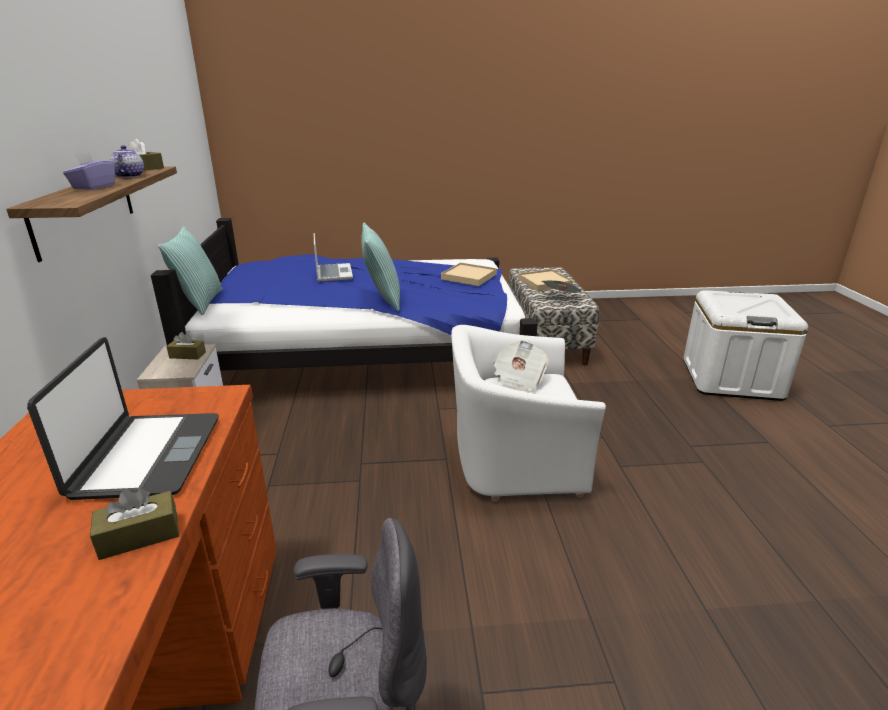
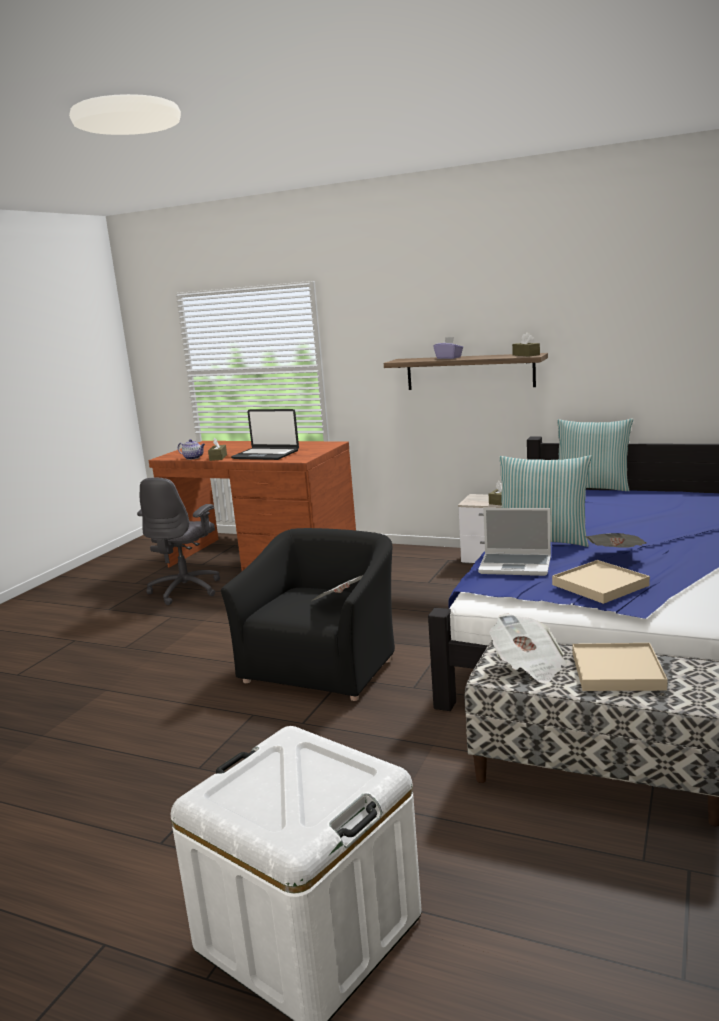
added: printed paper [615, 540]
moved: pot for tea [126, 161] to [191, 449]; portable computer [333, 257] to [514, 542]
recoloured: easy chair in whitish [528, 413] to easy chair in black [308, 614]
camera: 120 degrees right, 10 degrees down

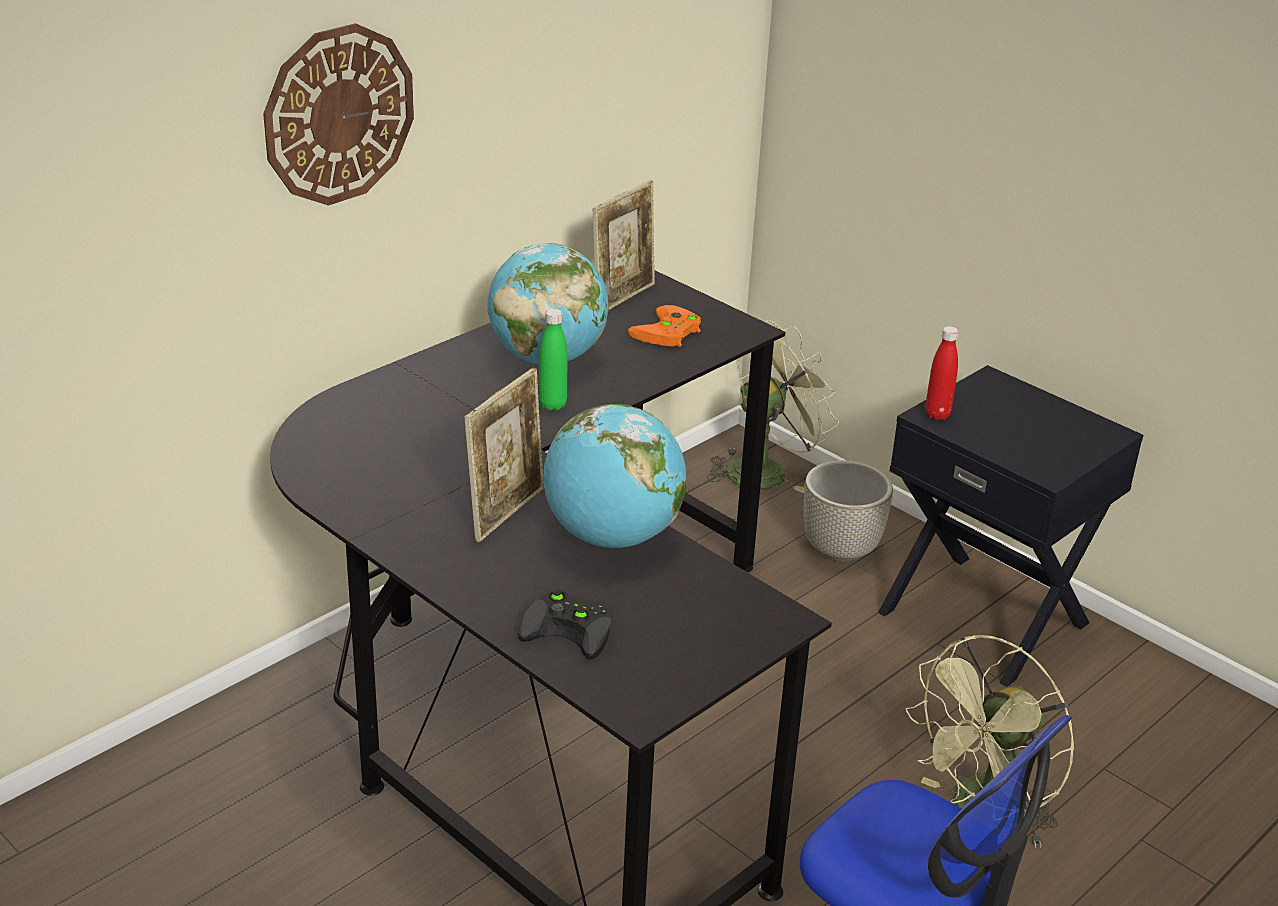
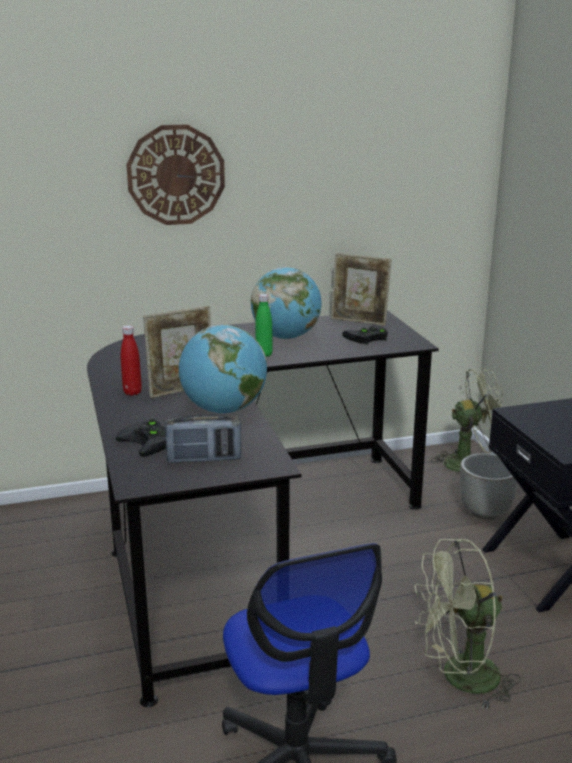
added: radio receiver [203, 438]
moved: drink bottle in red-coloured [942, 373] to [131, 360]
recoloured: joypad in orangey [664, 326] to joypad in black [365, 334]
turned: photo frame [624, 245] = [361, 289] 45 degrees clockwise
camera: 30 degrees right, 10 degrees down

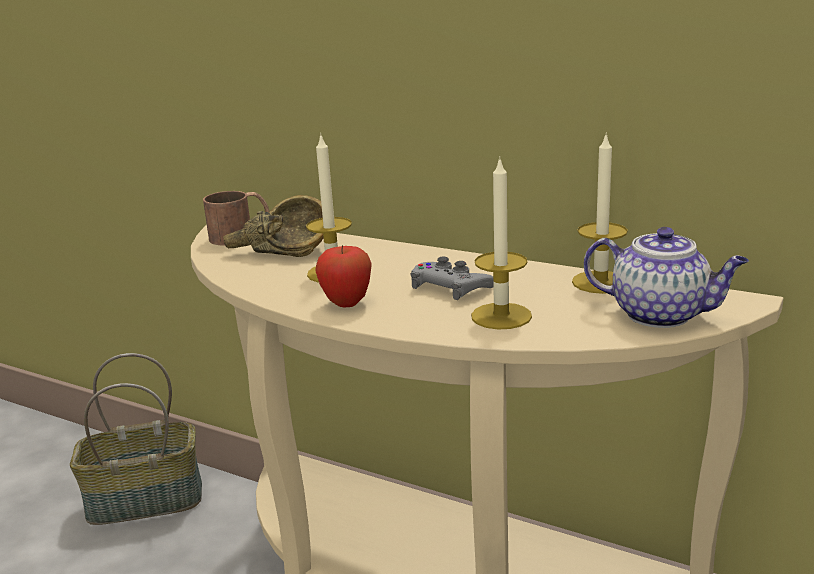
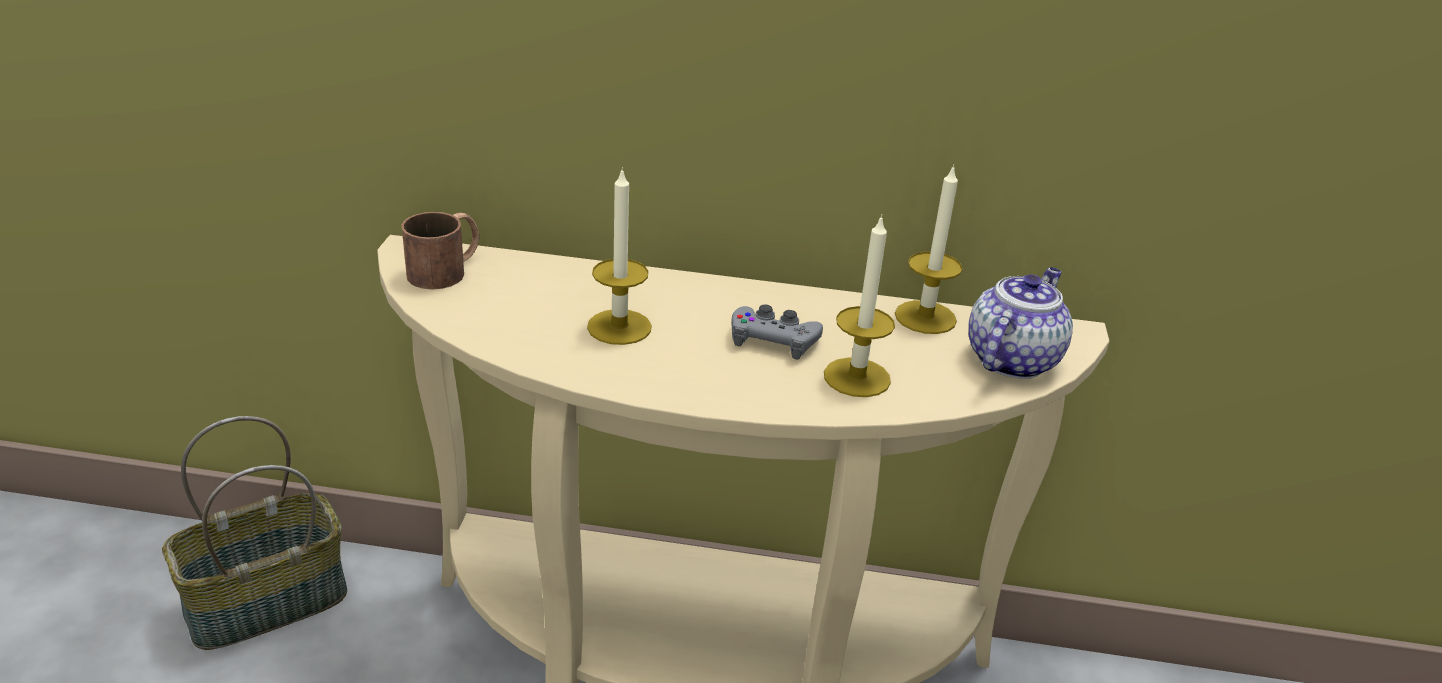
removed: serving bowl in brown-coloured [273, 226]; apple [343, 276]
turned: pot for tea [666, 277] = [1020, 323] 60 degrees counterclockwise
camera: 25 degrees left, 10 degrees up

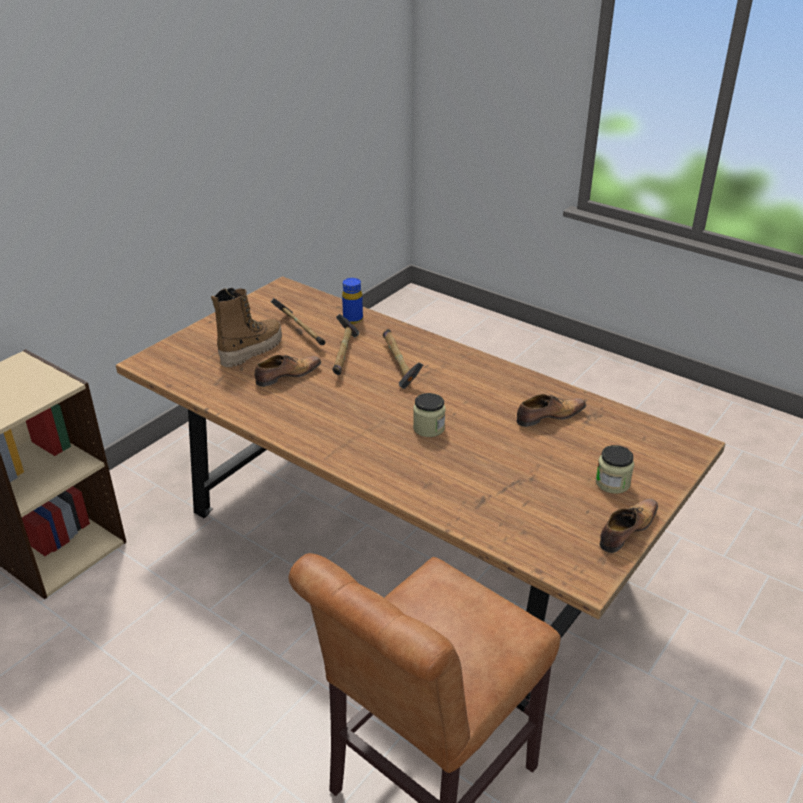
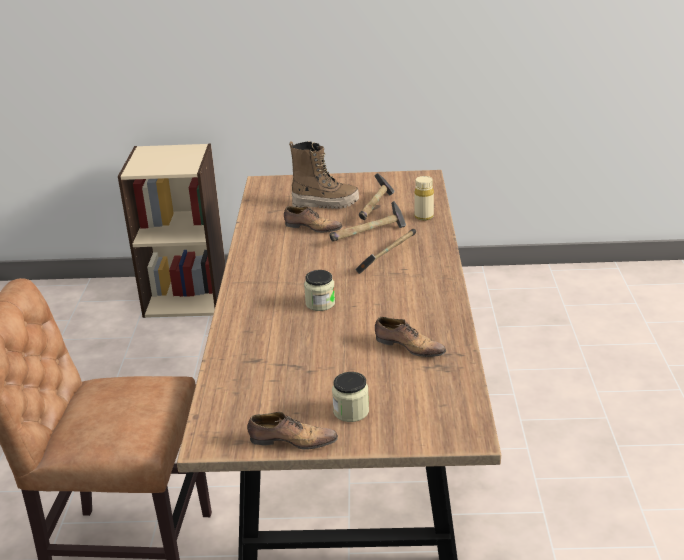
recoloured: drink bottle in blue-coloured [352, 301] to drink bottle in sand-coloured [424, 198]
camera: 55 degrees right, 5 degrees down

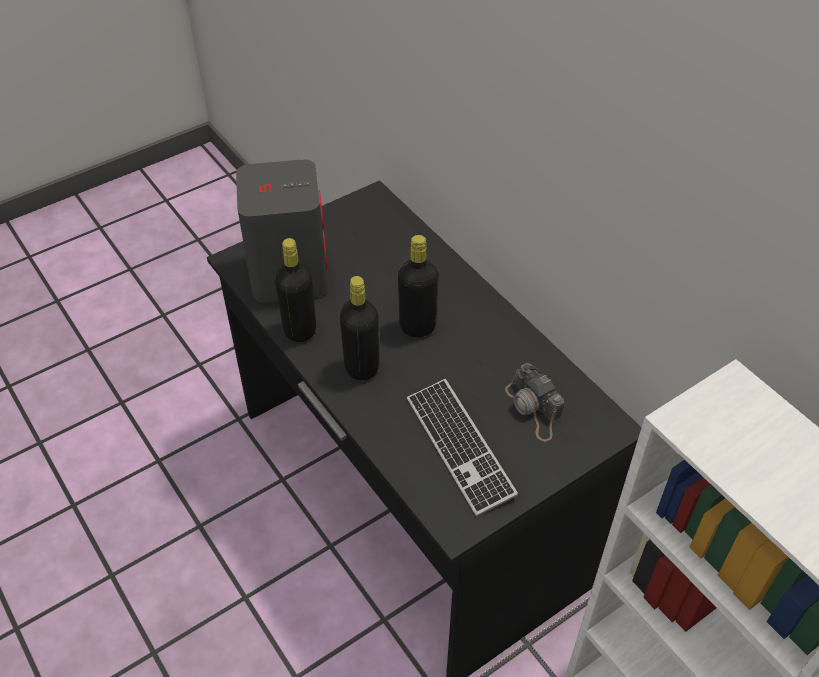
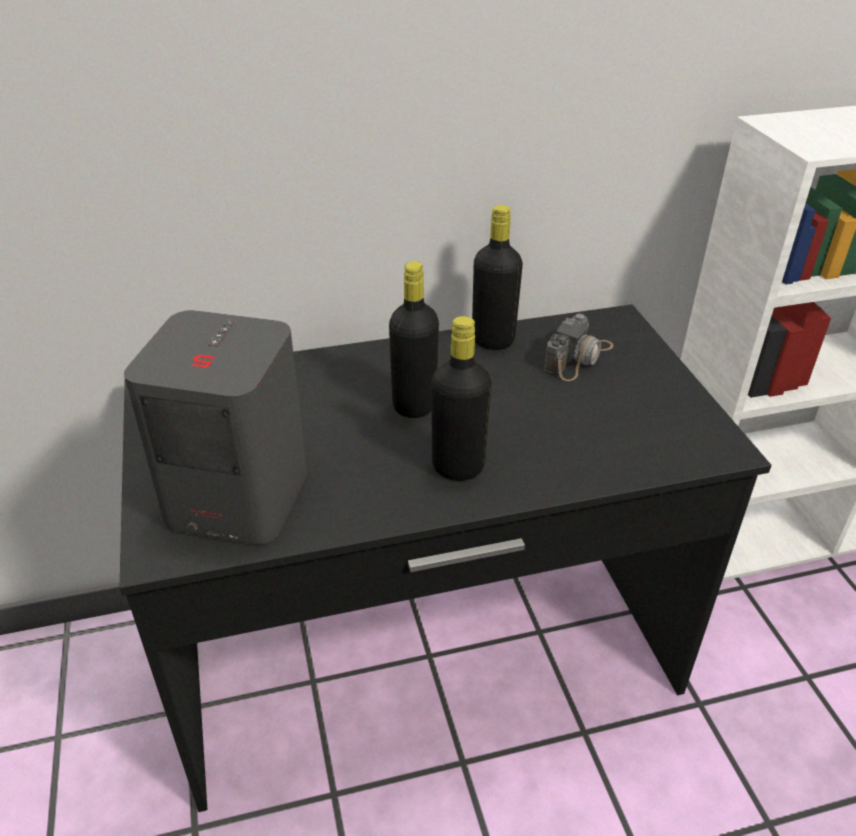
removed: computer keyboard [462, 447]
moved: drink bottle in black [295, 290] to [497, 277]
turned: still camera [534, 402] = [578, 347] 45 degrees counterclockwise
camera: 70 degrees left, 10 degrees down

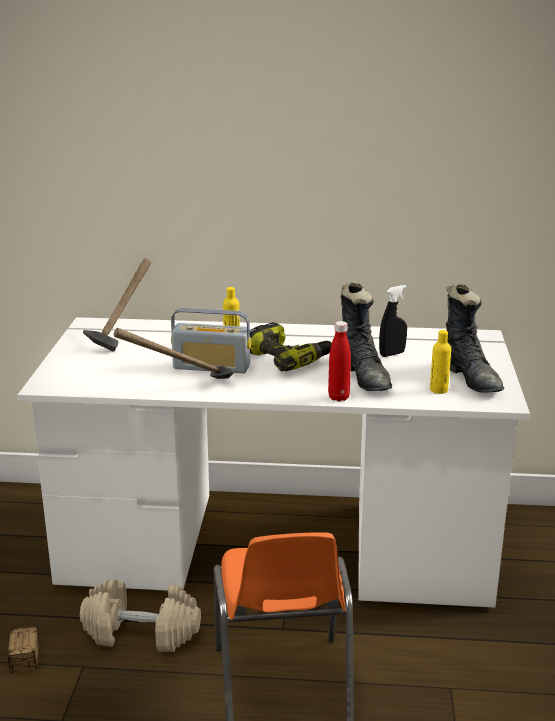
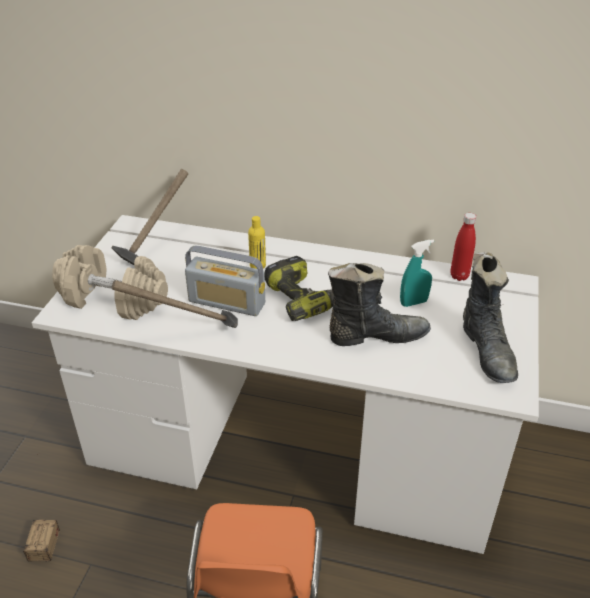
removed: drink bottle in yellow-coloured [440, 362]
moved: free weight in sand-coloured [140, 615] to [110, 282]; drink bottle in red-coloured [339, 361] to [463, 247]
recoloured: spray bottle in black [393, 321] to spray bottle in turquoise [417, 273]
turned: tall boot in black [366, 336] = [379, 304] 90 degrees counterclockwise
camera: 10 degrees right, 15 degrees up

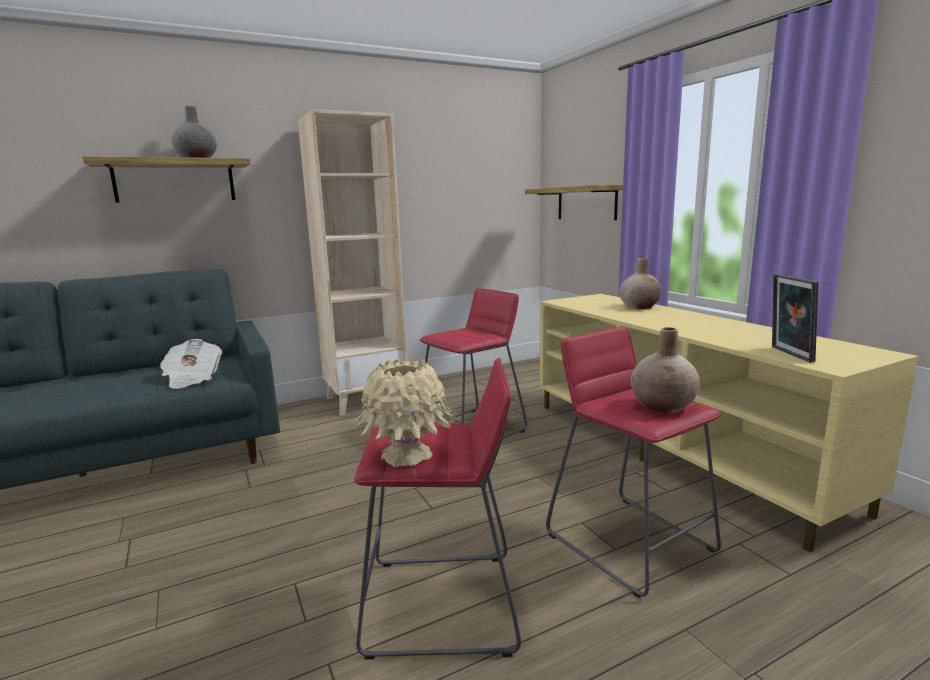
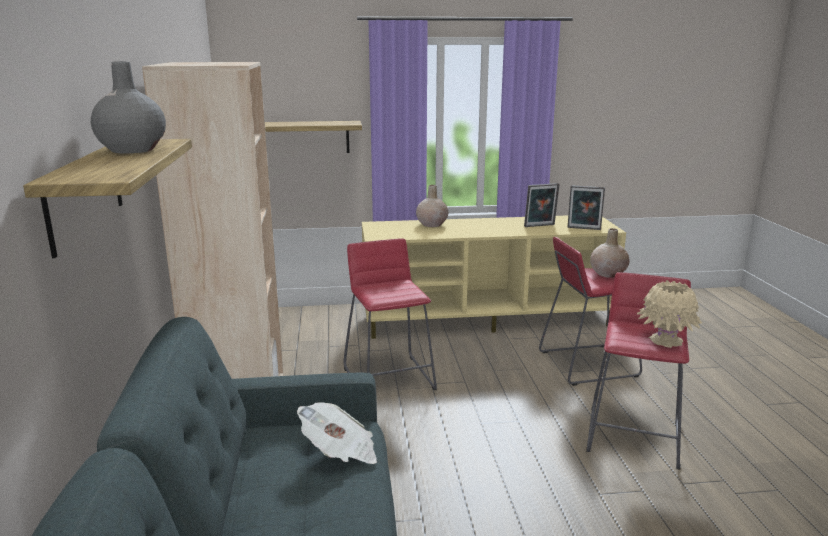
added: photo frame [542, 205]
camera: 70 degrees left, 5 degrees up

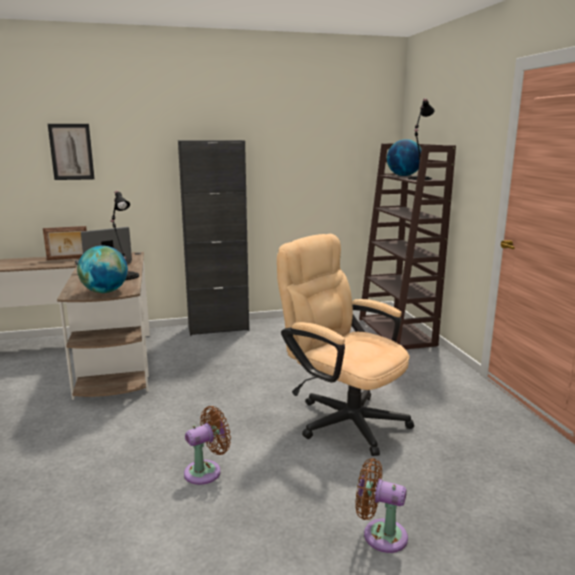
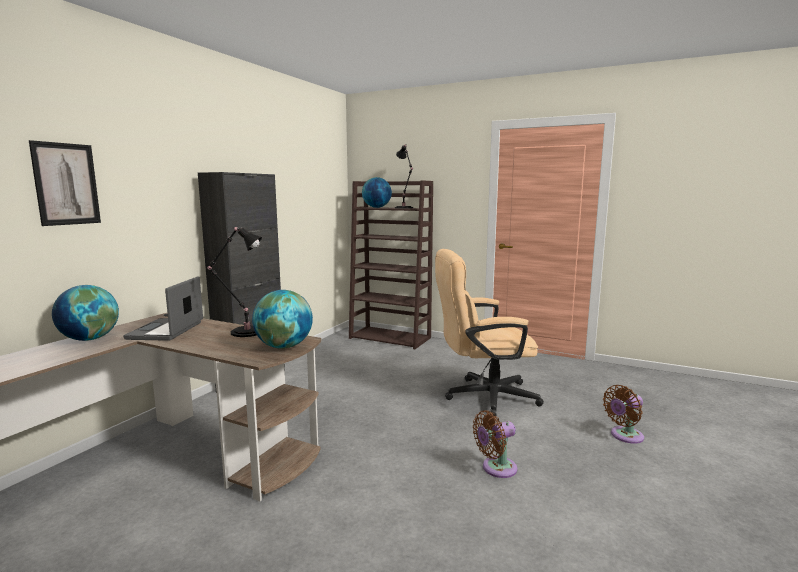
replaced: photo frame [65, 243] to desk globe [85, 313]
turned: cooling fan in brown-coloured [207, 445] = [495, 444] 120 degrees counterclockwise
camera: 50 degrees left, 5 degrees down

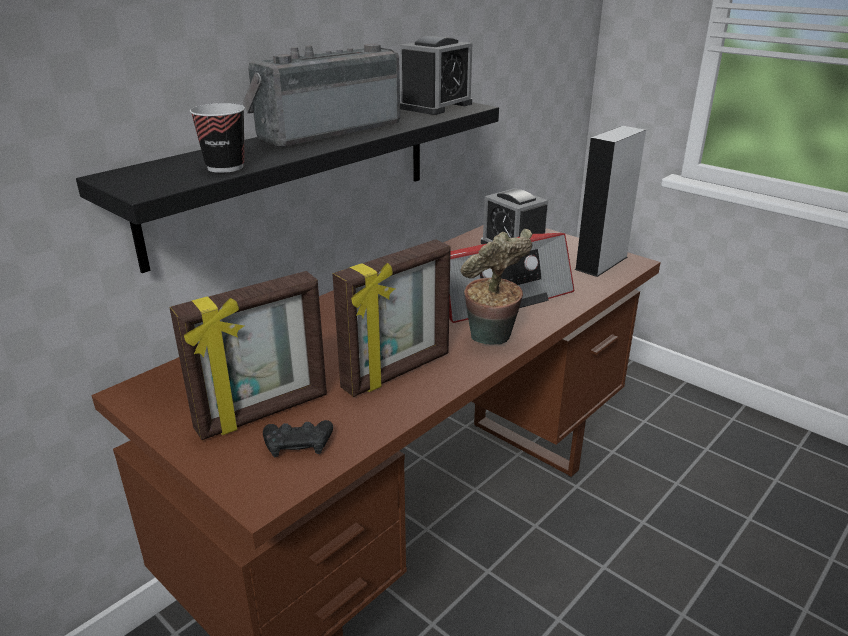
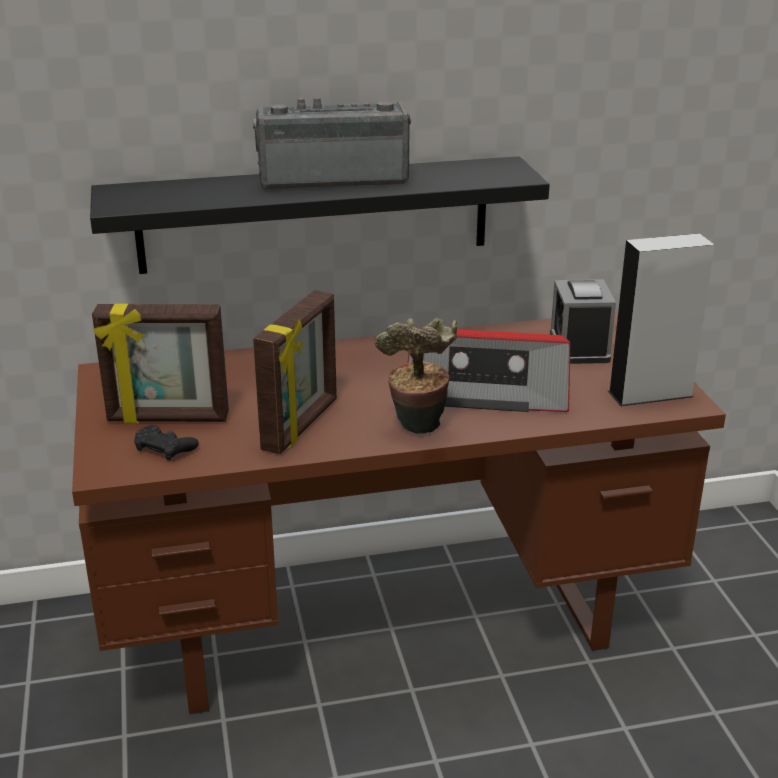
removed: cup [217, 138]; table clock [436, 75]
turned: photo frame [391, 318] = [295, 372] 60 degrees counterclockwise
camera: 35 degrees right, 0 degrees up

